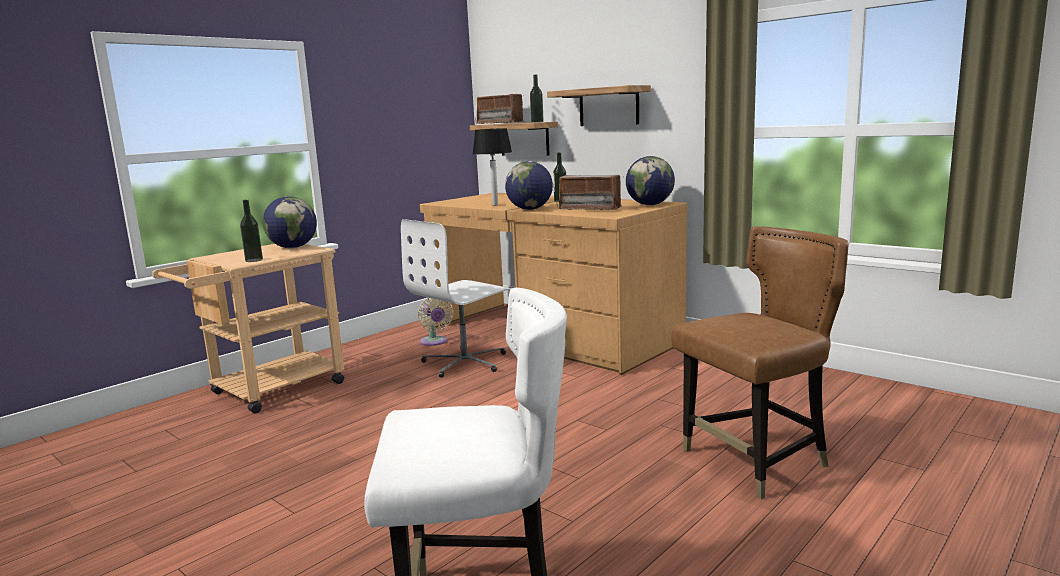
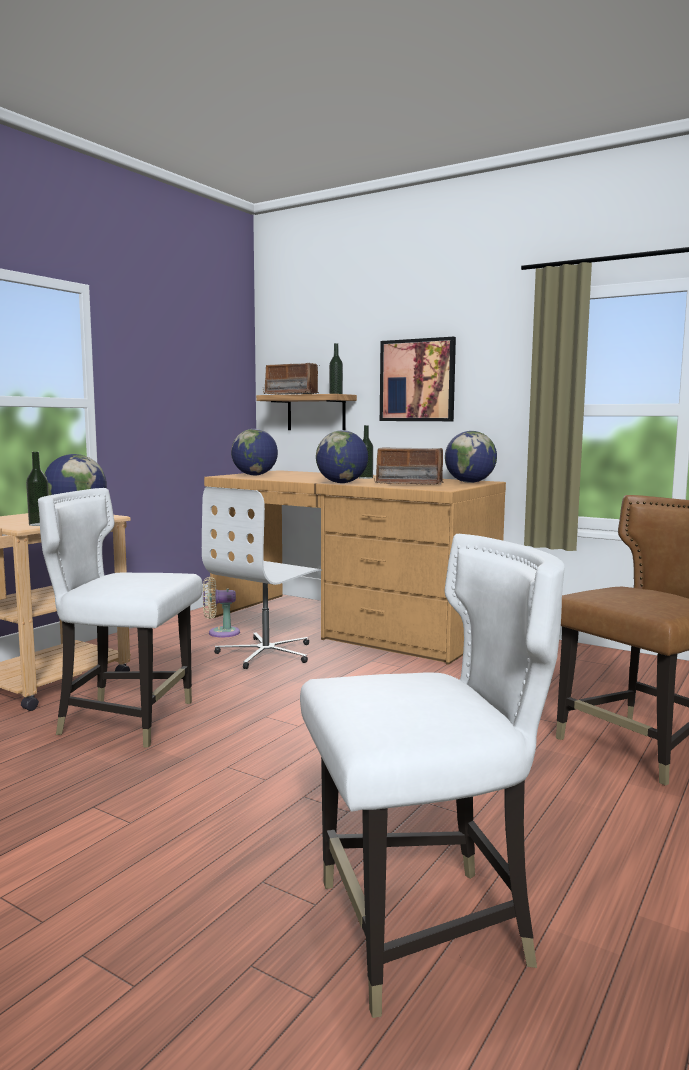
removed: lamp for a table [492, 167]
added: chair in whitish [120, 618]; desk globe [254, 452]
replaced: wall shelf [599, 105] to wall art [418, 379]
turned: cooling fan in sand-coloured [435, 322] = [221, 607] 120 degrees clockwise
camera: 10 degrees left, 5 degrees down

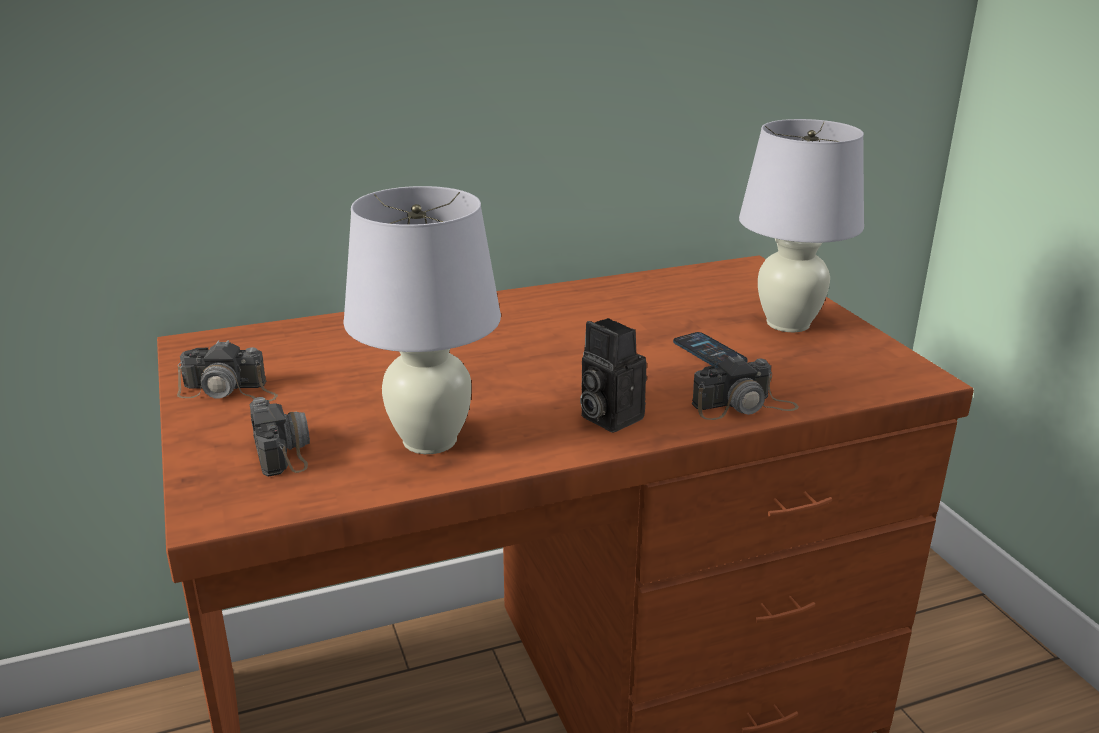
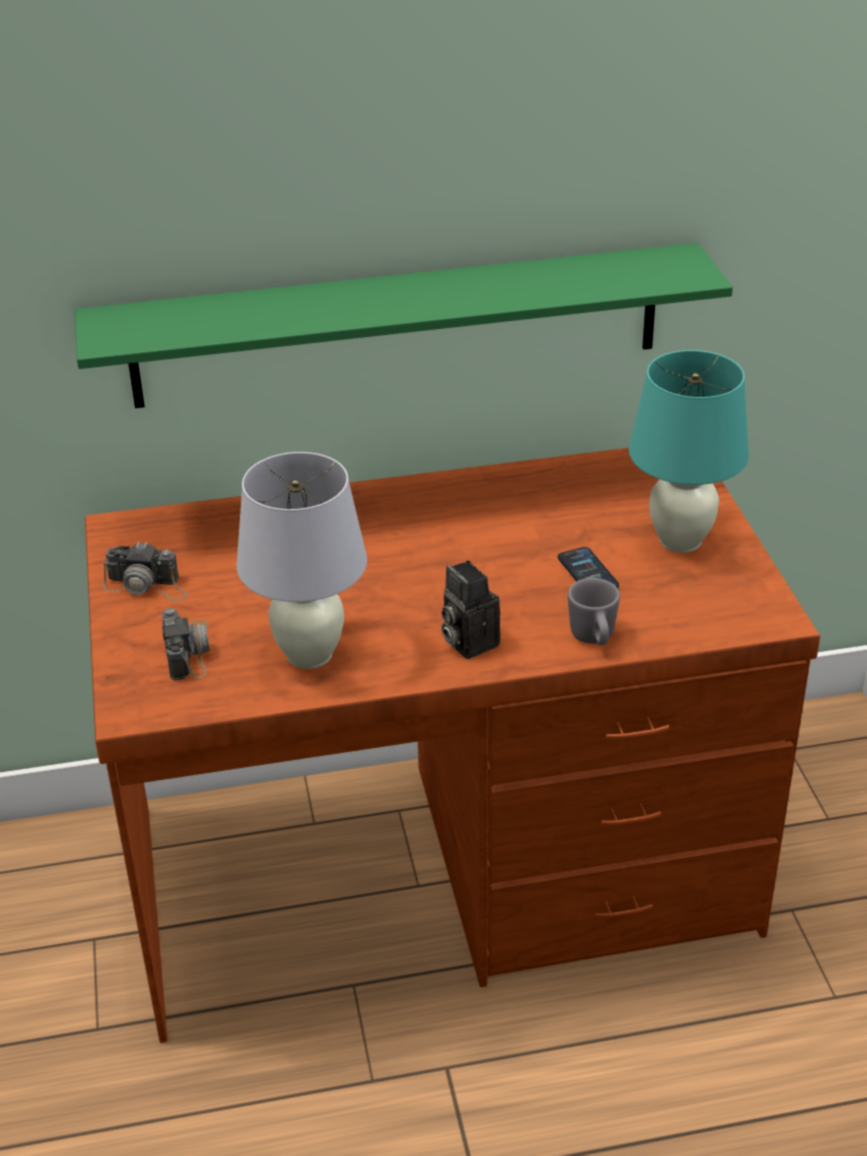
added: wall shelf in green [404, 325]
replaced: still camera [745, 387] to tea mug in grey [594, 611]
recoloured: lamp for a table in whitish [801, 225] to lamp for a table in turquoise [689, 451]
camera: 10 degrees right, 10 degrees up

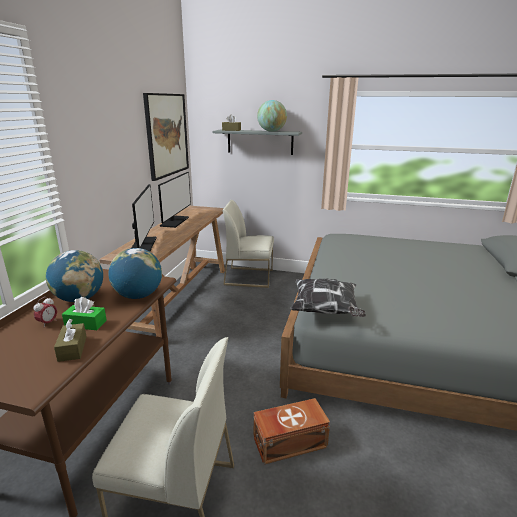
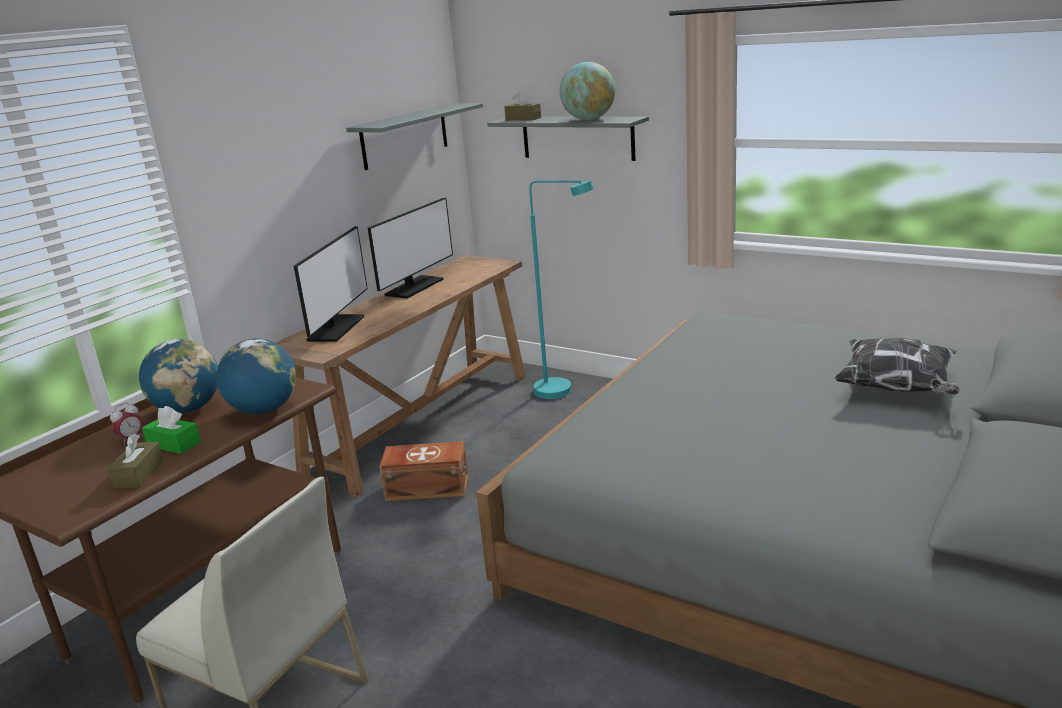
moved: storage bin in brown-coloured [292, 431] to [423, 471]; cushion [328, 297] to [896, 366]
replaced: wall art [166, 137] to wall shelf in grey [414, 136]; chair in whitish [248, 244] to standing lamp in turquoise [561, 289]
camera: 20 degrees right, 0 degrees up

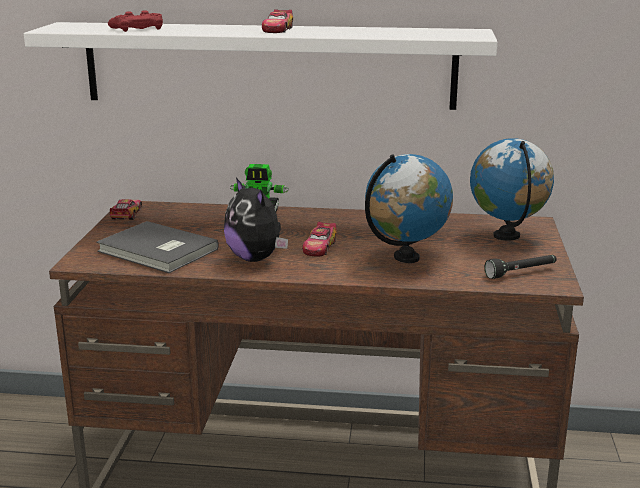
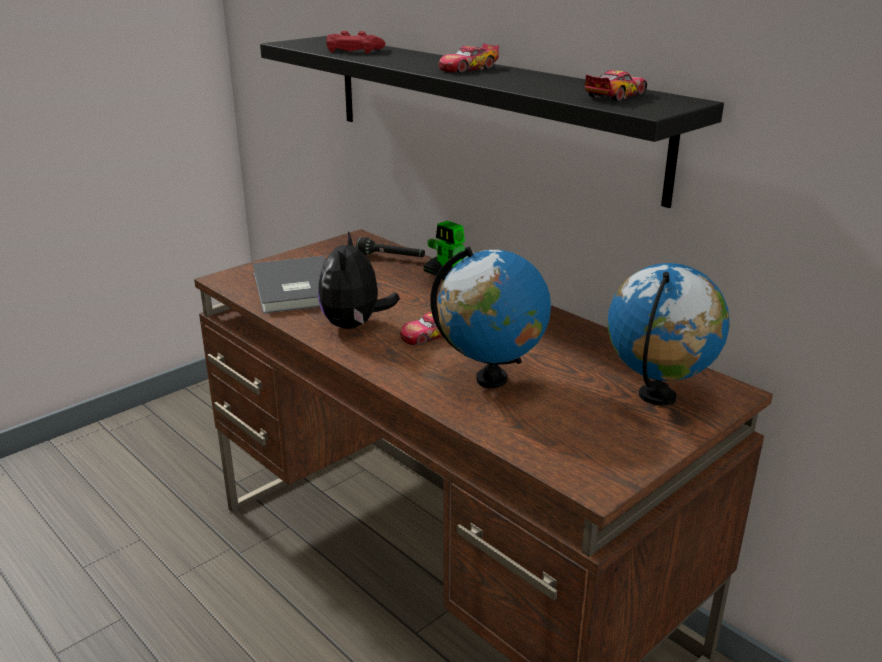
moved: miniature car [126, 209] to [616, 85]; hand torch in black [520, 267] to [390, 247]
recoloured: wall shelf in whitish [261, 66] to wall shelf in black [492, 122]
camera: 40 degrees right, 5 degrees up

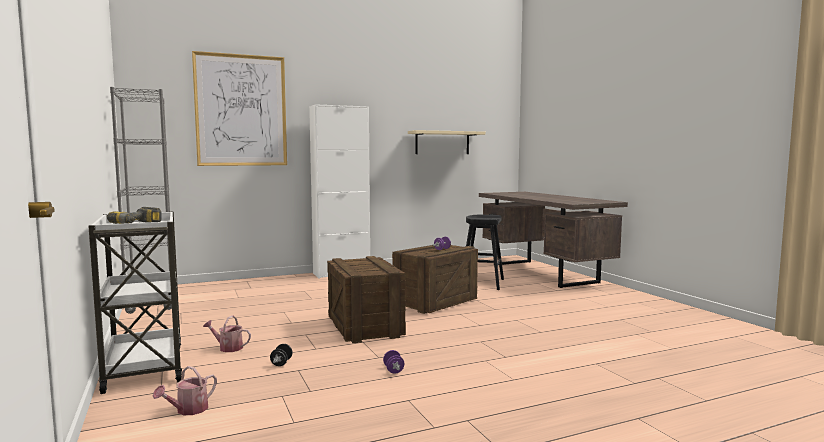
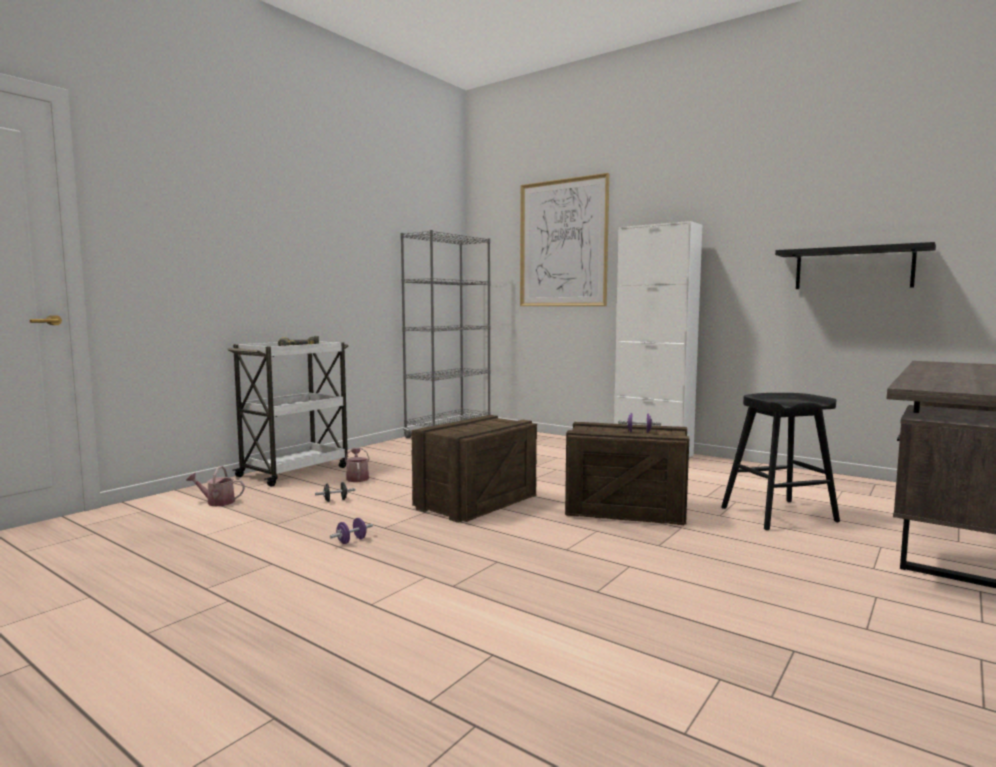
recoloured: wall shelf in sand-coloured [447, 142] to wall shelf in black [855, 265]
camera: 60 degrees right, 0 degrees up

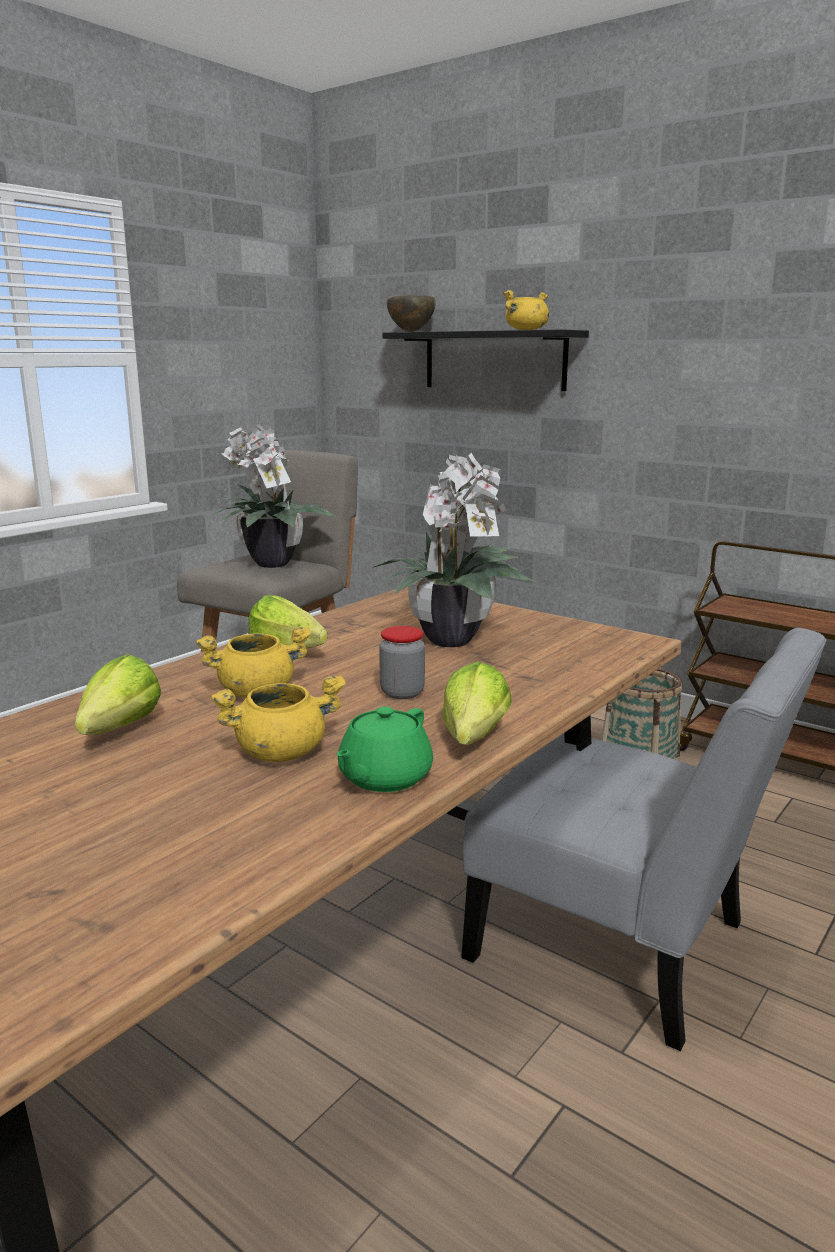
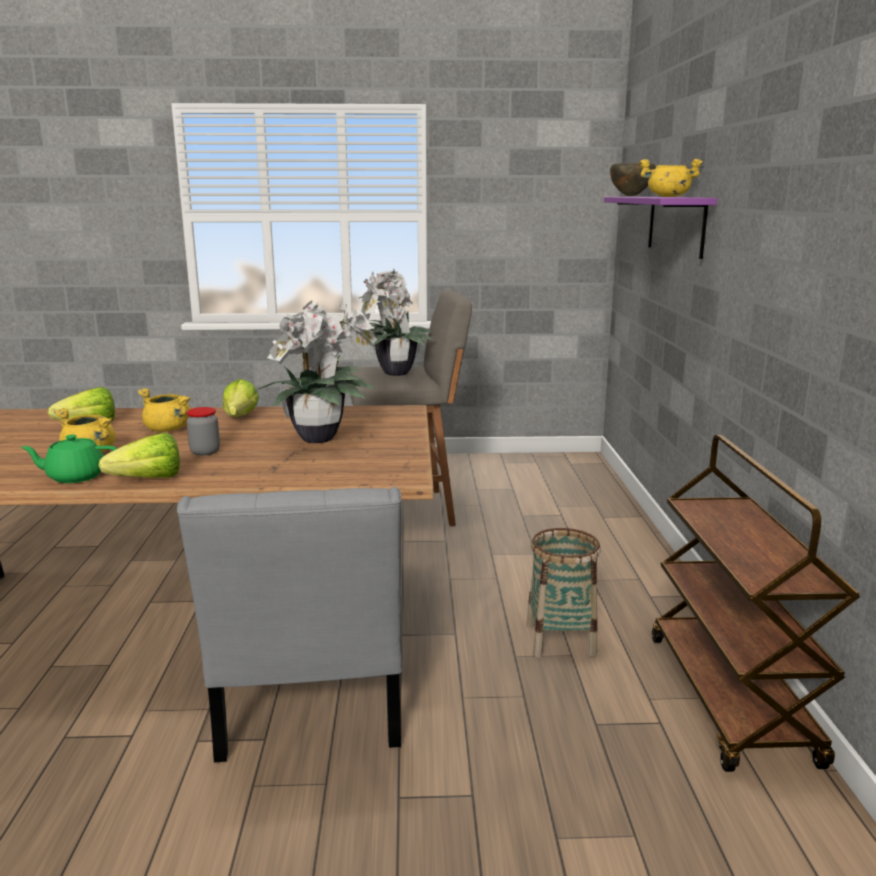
recoloured: wall shelf in black [485, 360] to wall shelf in purple [660, 228]
camera: 50 degrees right, 0 degrees up

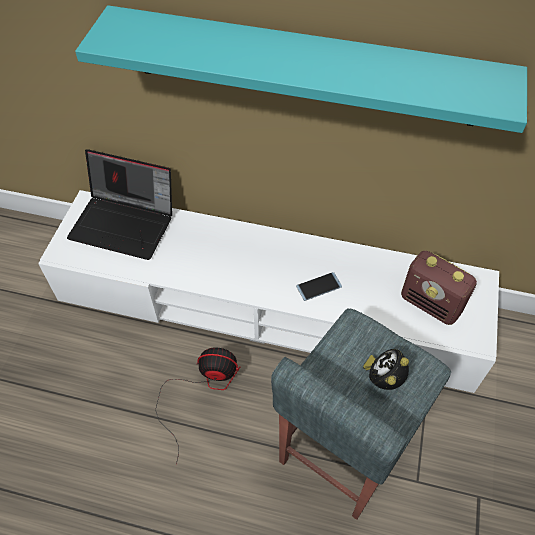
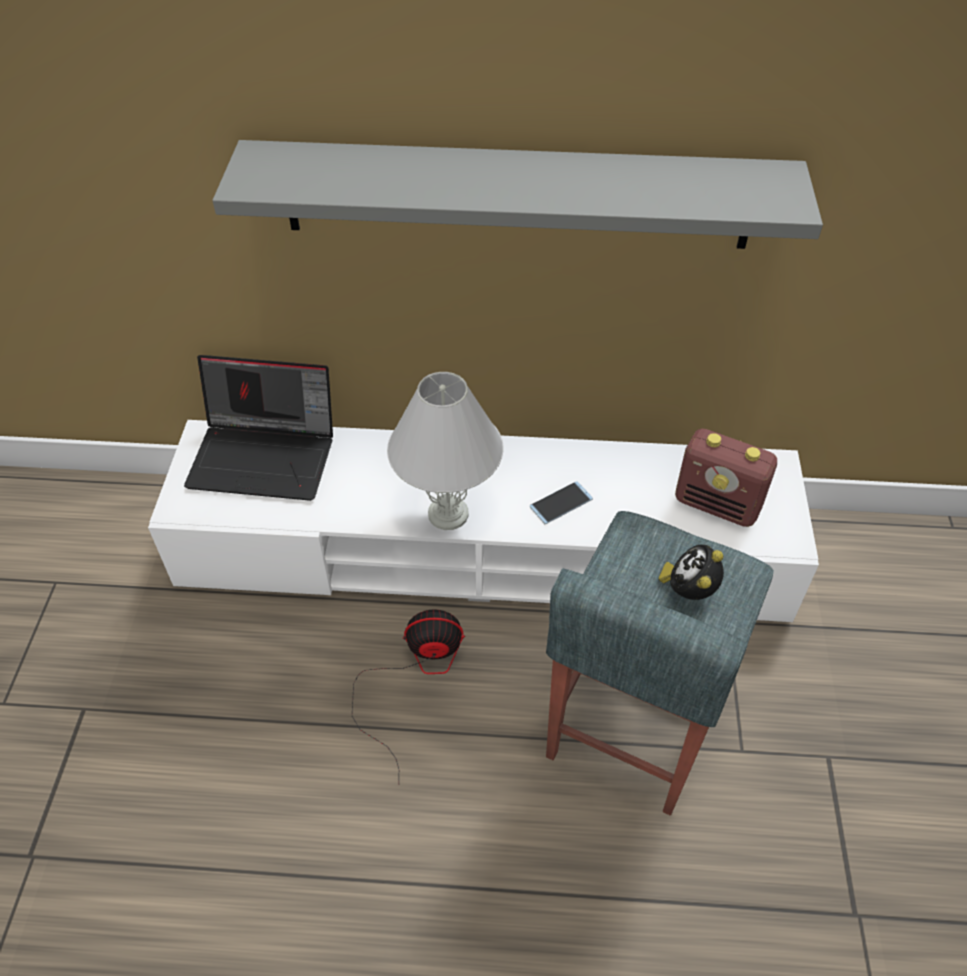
added: lamp for a table in whitish [445, 451]
recoloured: wall shelf in turquoise [301, 69] to wall shelf in grey [517, 194]
camera: 10 degrees left, 5 degrees down

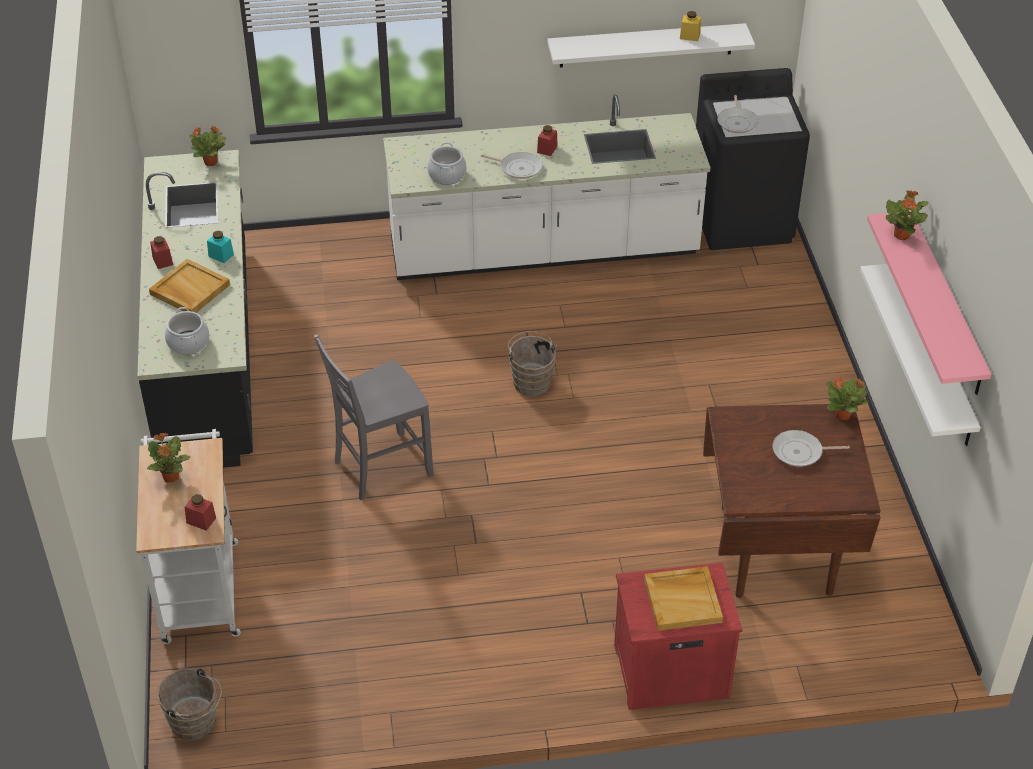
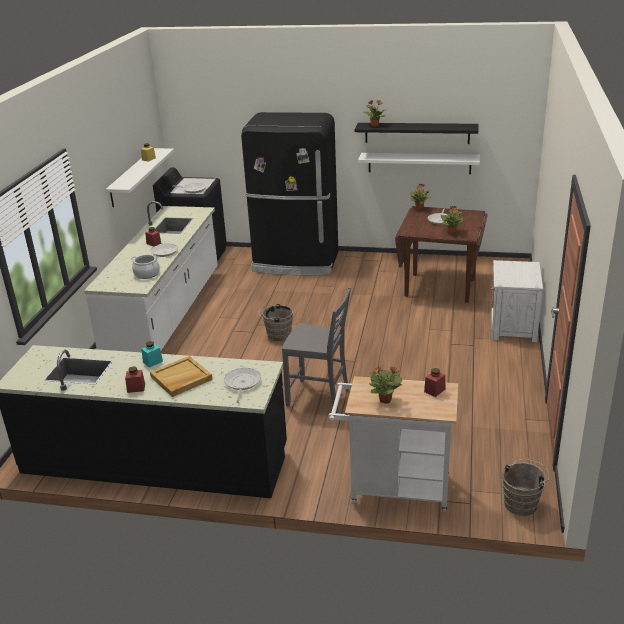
removed: serving tray in sand-coloured [683, 598]
added: fridge in black [289, 194]
moved: potted plant [207, 146] to [452, 220]
replaced: cooking pot [187, 331] to skillet [242, 385]
recoloured: bedside table in red-coloured [678, 636] to bedside table in whitish [517, 301]; wall shelf in pinkish [929, 303] to wall shelf in black [417, 133]
turned: chair in grey [373, 417] = [316, 350] 60 degrees counterclockwise
camera: 70 degrees left, 15 degrees down

